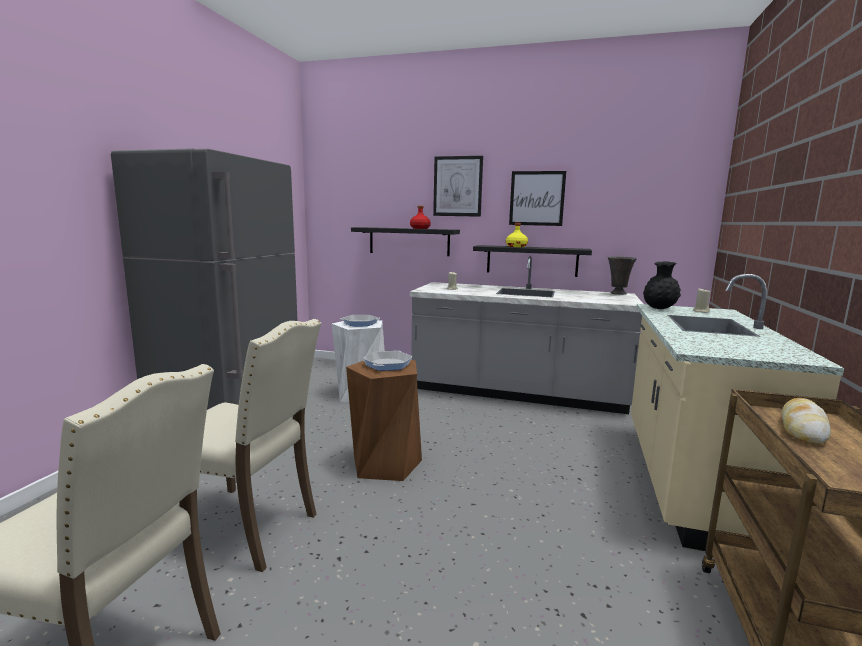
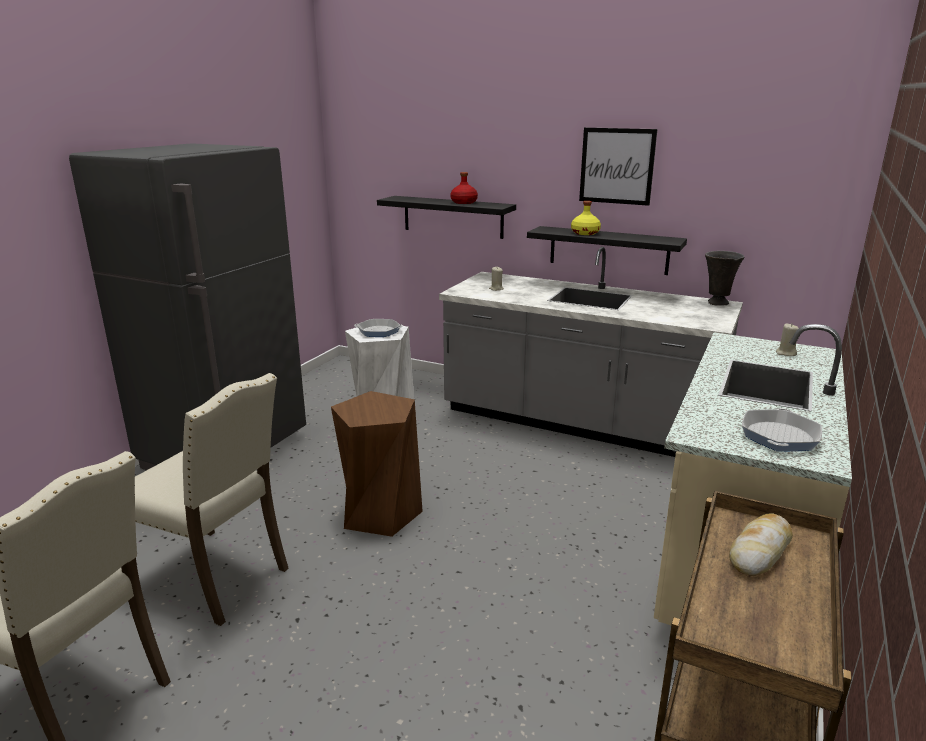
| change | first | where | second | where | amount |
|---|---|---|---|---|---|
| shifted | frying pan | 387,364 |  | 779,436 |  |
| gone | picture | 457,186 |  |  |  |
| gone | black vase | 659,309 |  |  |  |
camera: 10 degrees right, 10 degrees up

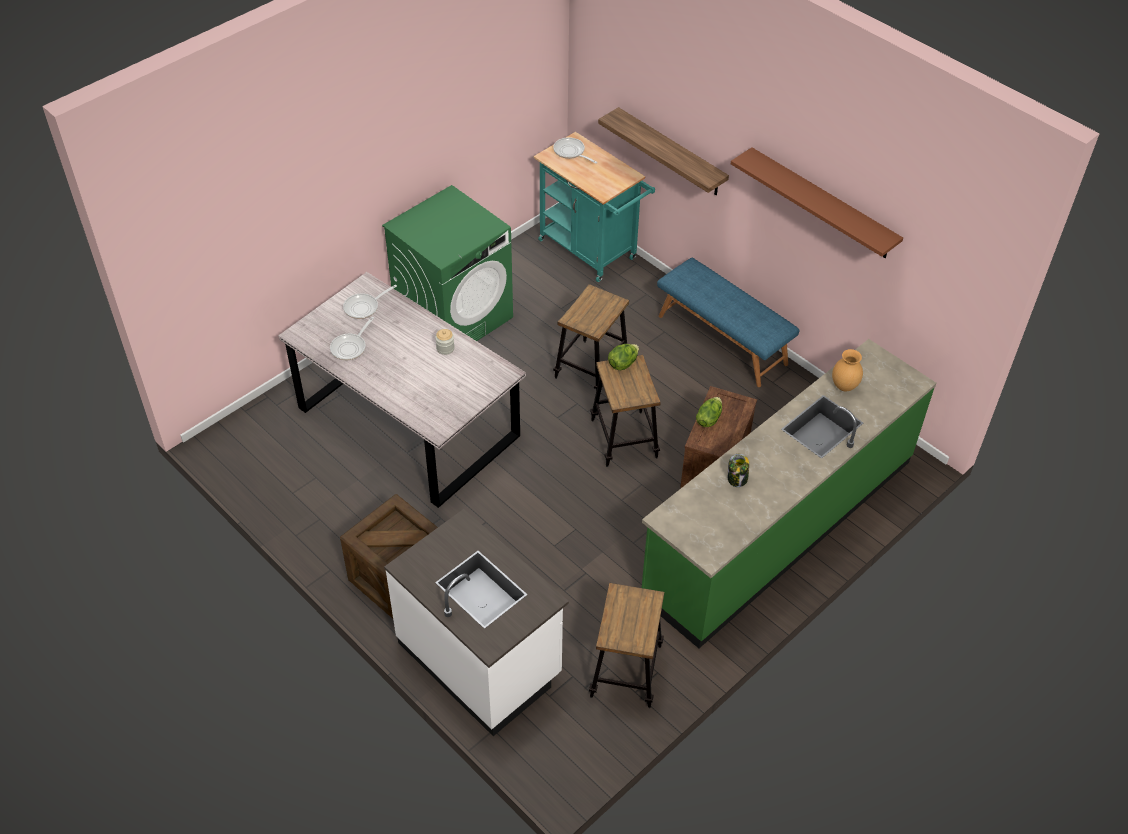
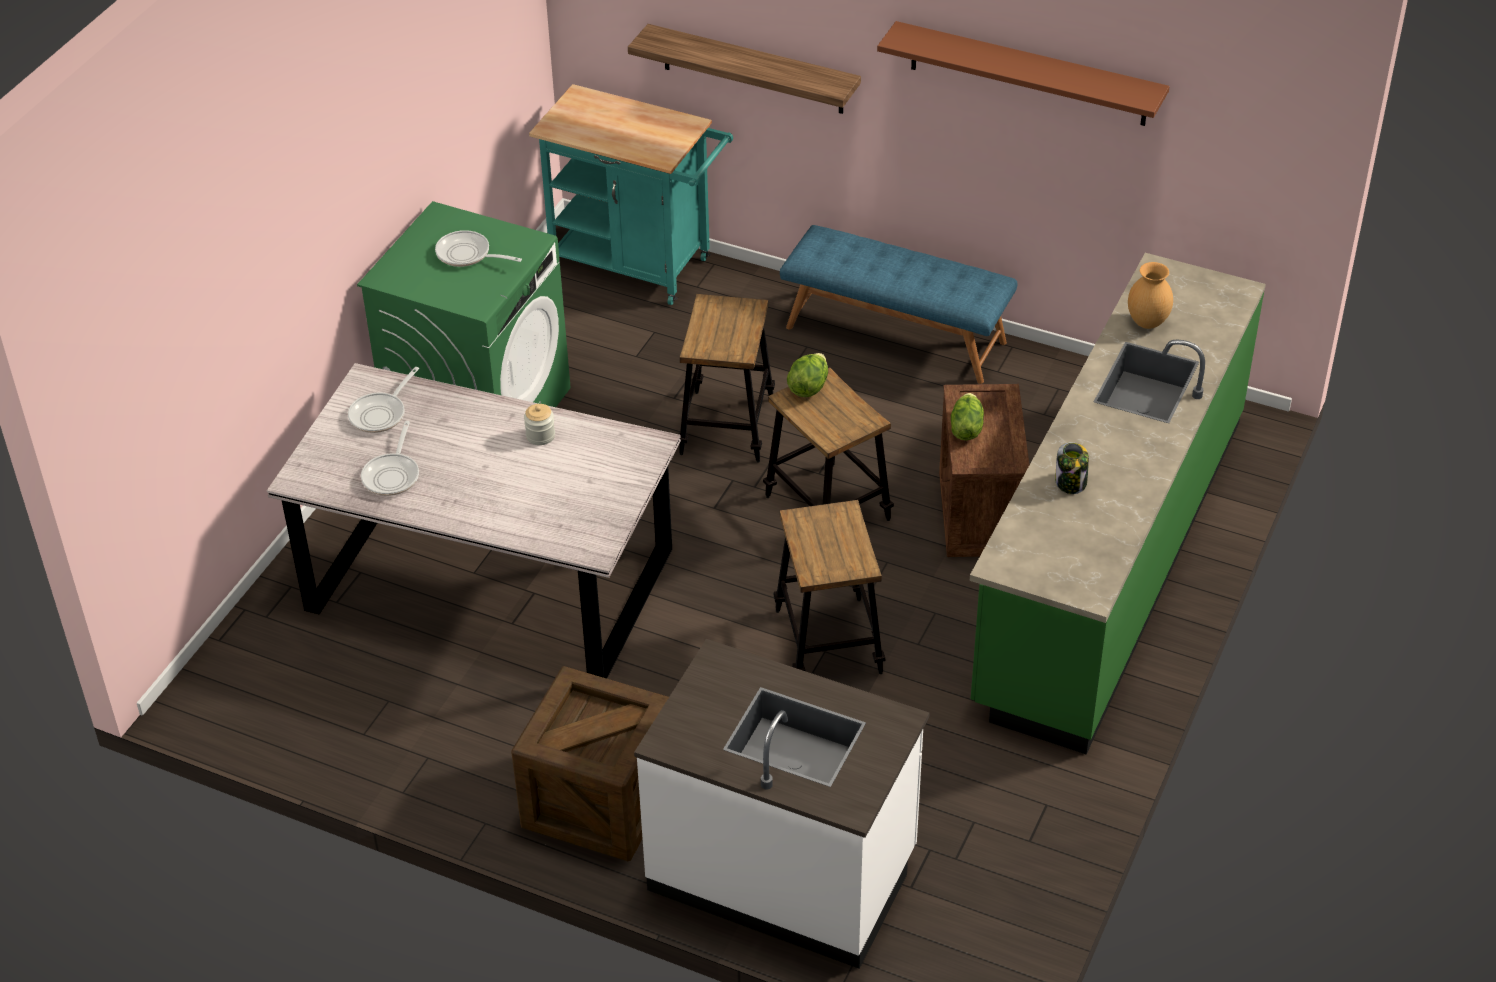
| change | first | where | second | where | amount |
|---|---|---|---|---|---|
| shifted | frying pan | 571,152 |  | 467,255 |  |
| shifted | stool | 626,671 |  | 828,641 |  |
camera: 20 degrees left, 5 degrees down

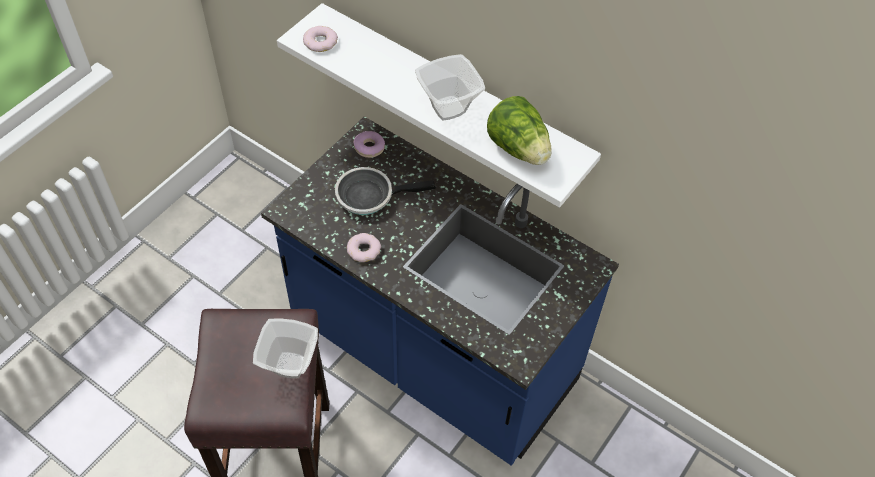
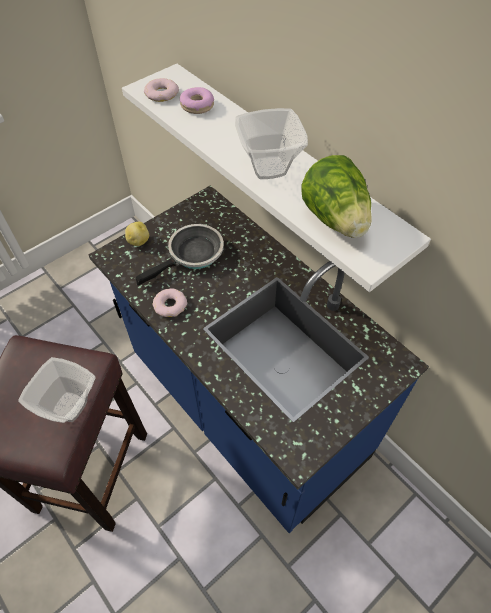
| change | first | where | second | where | amount |
|---|---|---|---|---|---|
| rotated | frying pan | 369,196 |  | 192,255 | 135 degrees clockwise |
| shifted | donut | 369,147 |  | 197,106 |  |
| new |  |  | potato | 138,241 |  |
camera: 15 degrees right, 0 degrees up

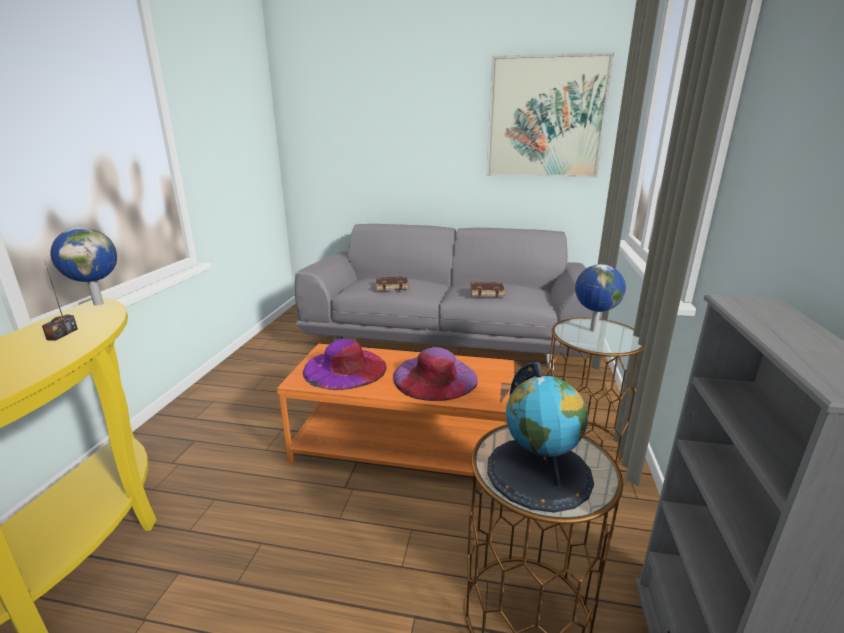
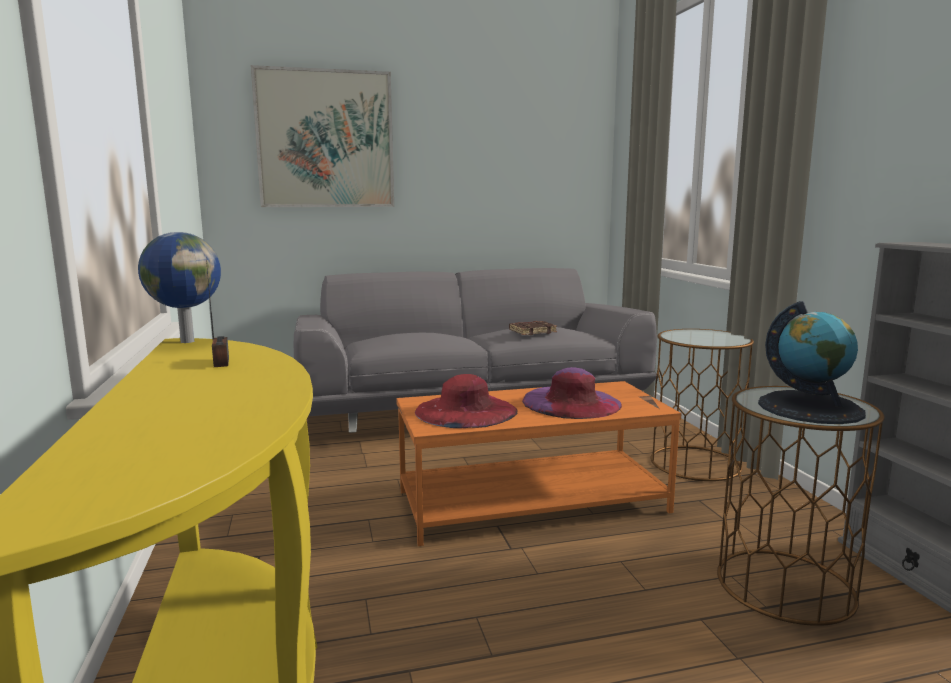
| change | first | where | second | where | amount |
|---|---|---|---|---|---|
| repainted | purple hat | 345,368 | red hat | 466,411 |  |
| gone | brown book | 392,286 |  |  |  |
| shifted | picture | 545,118 |  | 325,139 |  |
| gone | globe | 592,330 |  |  |  |
camera: 25 degrees left, 10 degrees down

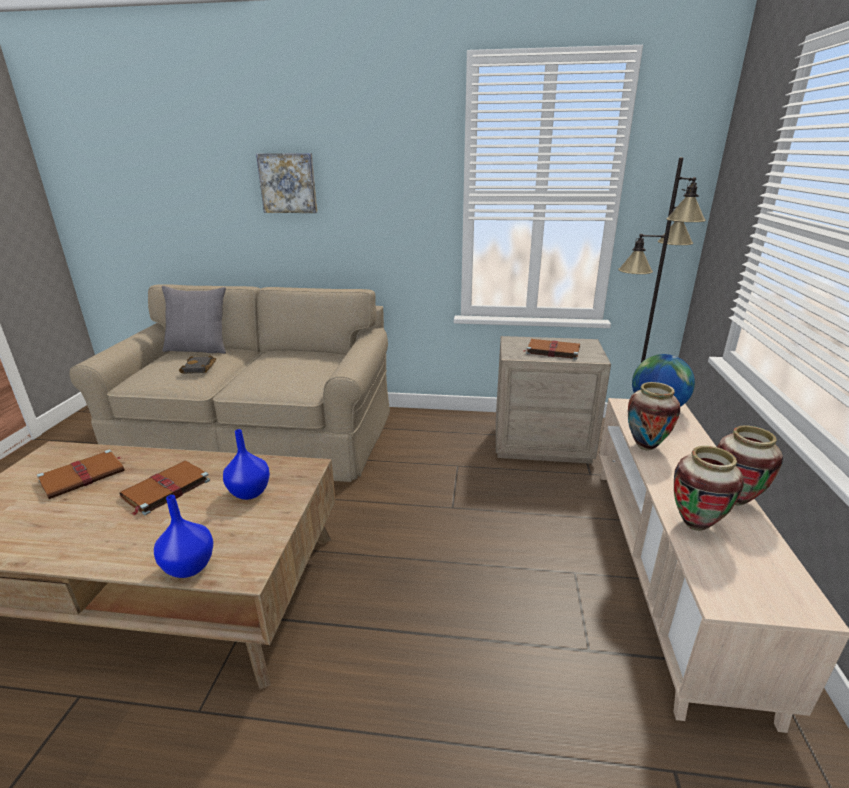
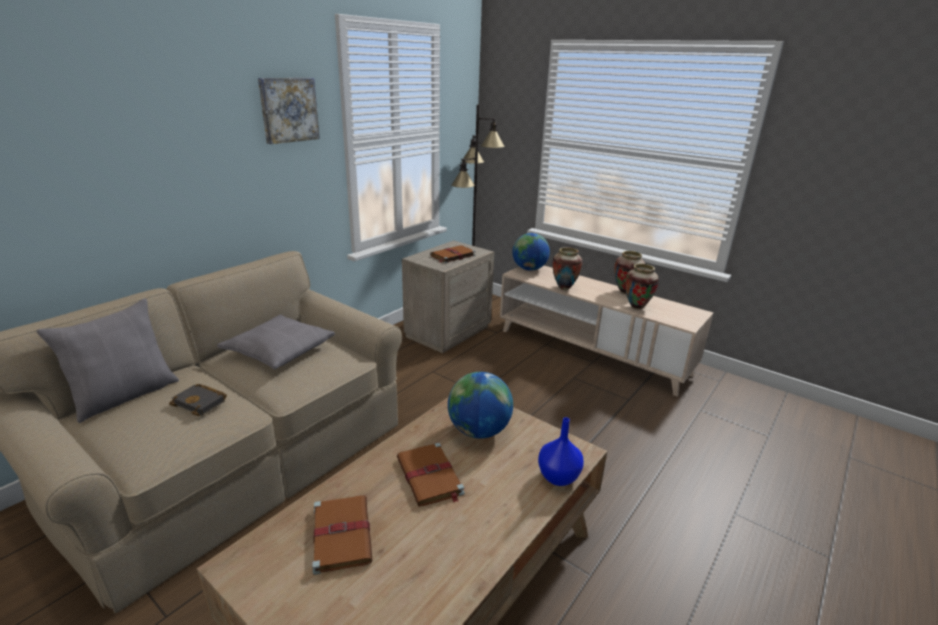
| change | first | where | second | where | amount |
|---|---|---|---|---|---|
| swapped | blue vase | 250,492 | globe | 479,431 |  |
| shifted | picture | 288,183 |  | 288,110 |  |
| new |  |  | grey pillow | 279,350 |  |
camera: 60 degrees left, 0 degrees up

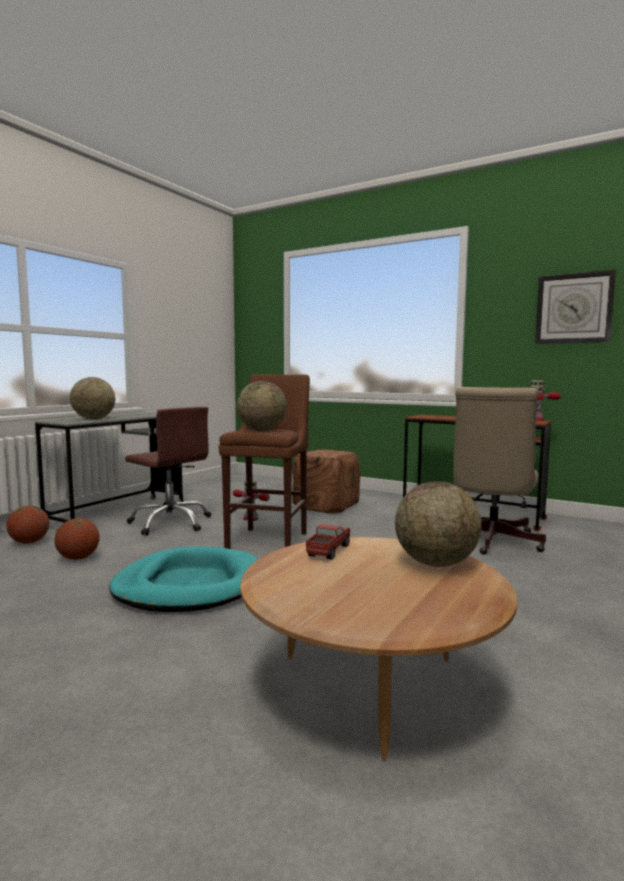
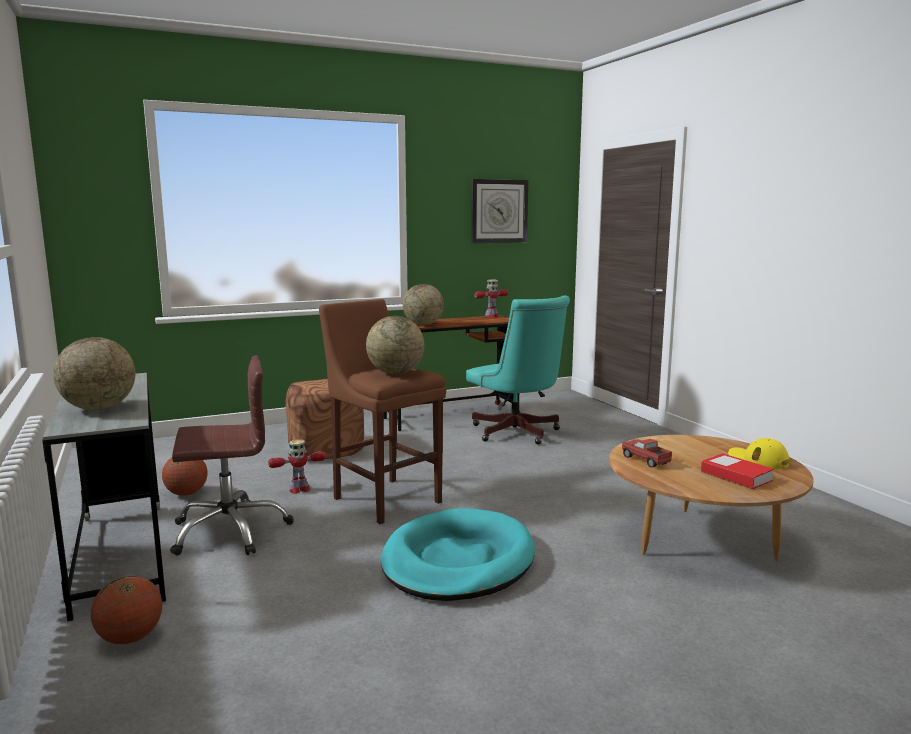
| change | first | where | second | where | amount |
|---|---|---|---|---|---|
| shifted | basketball | 78,558 |  | 186,494 |  |
| shifted | globe | 436,563 |  | 423,324 |  |
| repainted | beige office chair | 490,541 | turquoise office chair | 517,433 |  |
| new |  |  | book | 736,476 |  |
| new |  |  | yellow cap | 758,460 |  |
camera: 55 degrees left, 5 degrees up

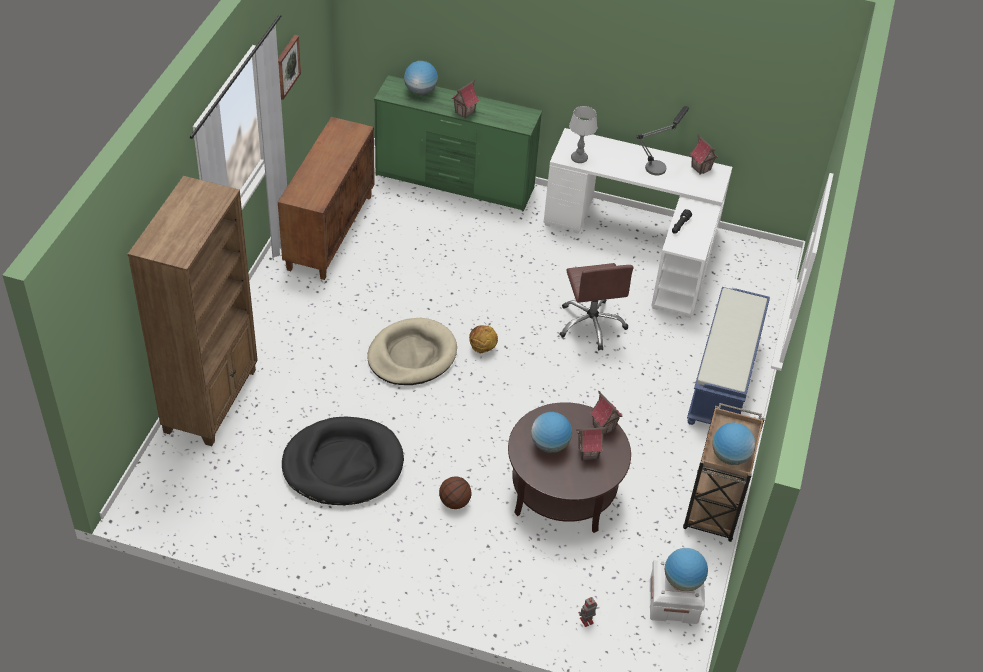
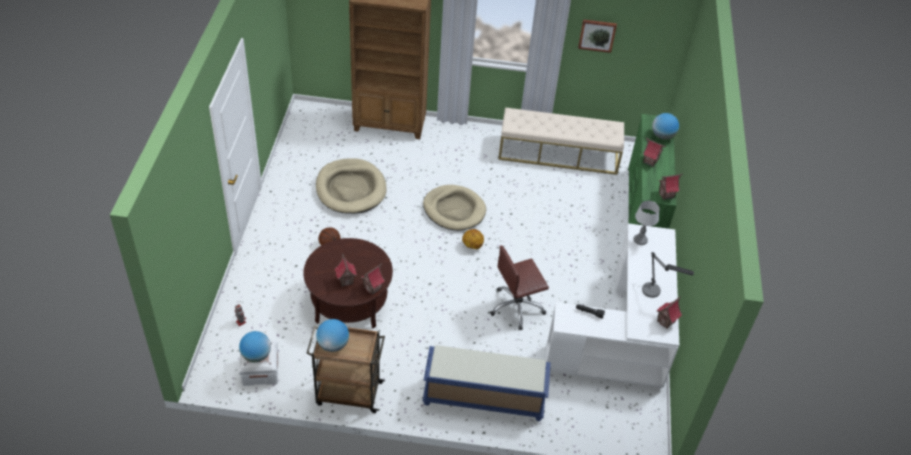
| change | first | where | second | where | amount |
|---|---|---|---|---|---|
| swapped | brown cabinet | 329,231 | beige bench | 558,154 |  |
| repainted | black dog bed | 343,465 | beige dog bed | 351,189 |  |
| gone | globe | 549,445 |  |  |  |
| new |  |  | toy house | 666,195 |  |
camera: 80 degrees right, 0 degrees up

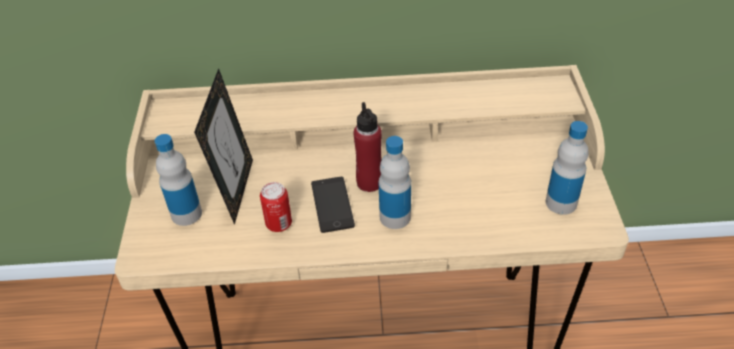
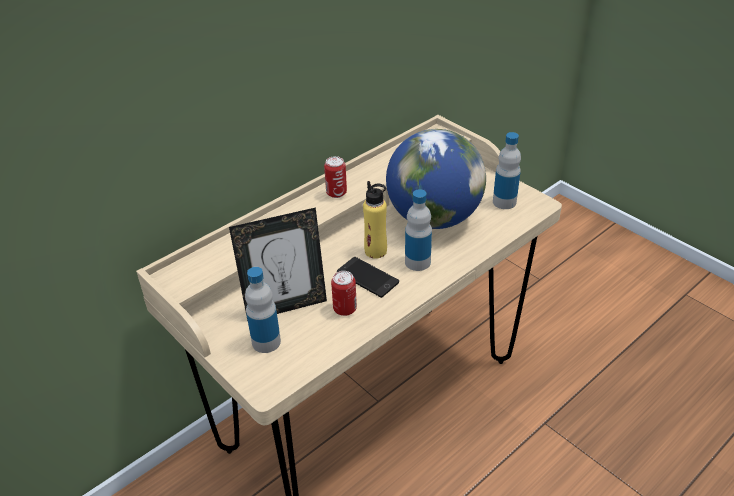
| change | first | where | second | where | amount |
|---|---|---|---|---|---|
| rotated | picture frame | 236,190 |  | 286,306 | 105 degrees clockwise |
| repainted | red bottle | 369,182 | yellow bottle | 375,251 |  |
| new |  |  | can | 336,193 |  |
| new |  |  | globe | 434,218 |  |
camera: 40 degrees left, 5 degrees down

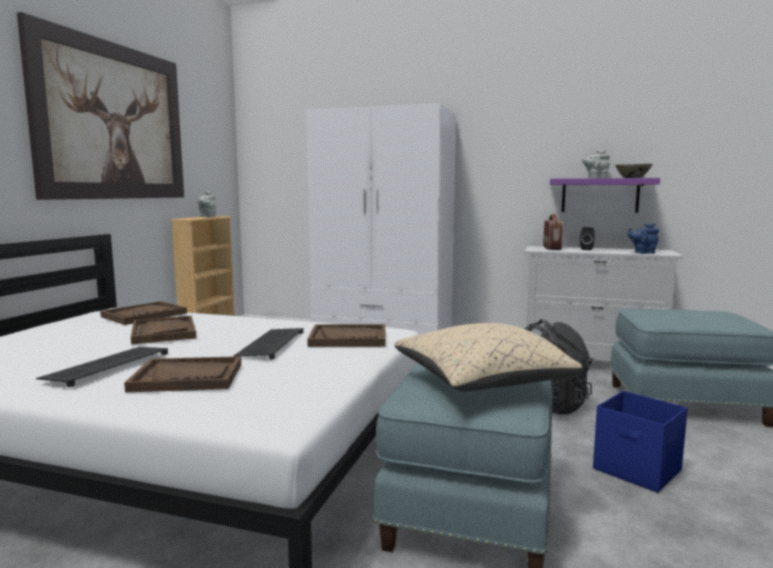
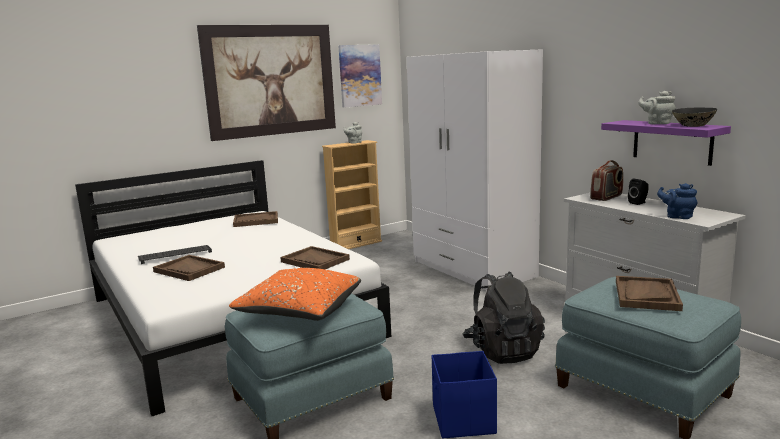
| change | first | where | second | where | amount |
|---|---|---|---|---|---|
| shifted | brown tray | 163,332 |  | 646,295 |  |
| gone | keyboard | 271,344 |  |  |  |
| repainted | beige pillow | 481,383 | orange pillow | 300,311 |  |
| new |  |  | picture | 360,75 |  |
camera: 40 degrees right, 5 degrees up

